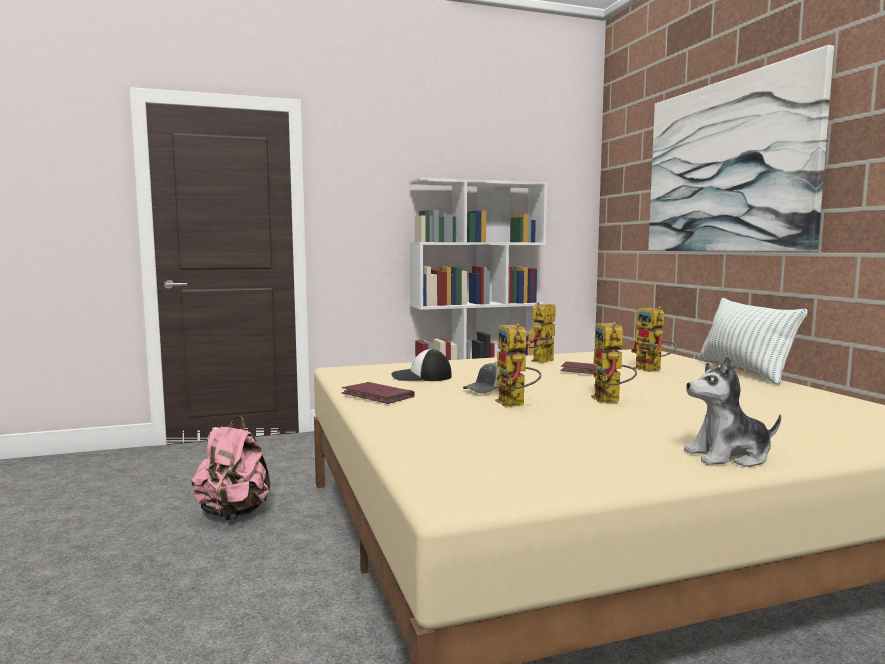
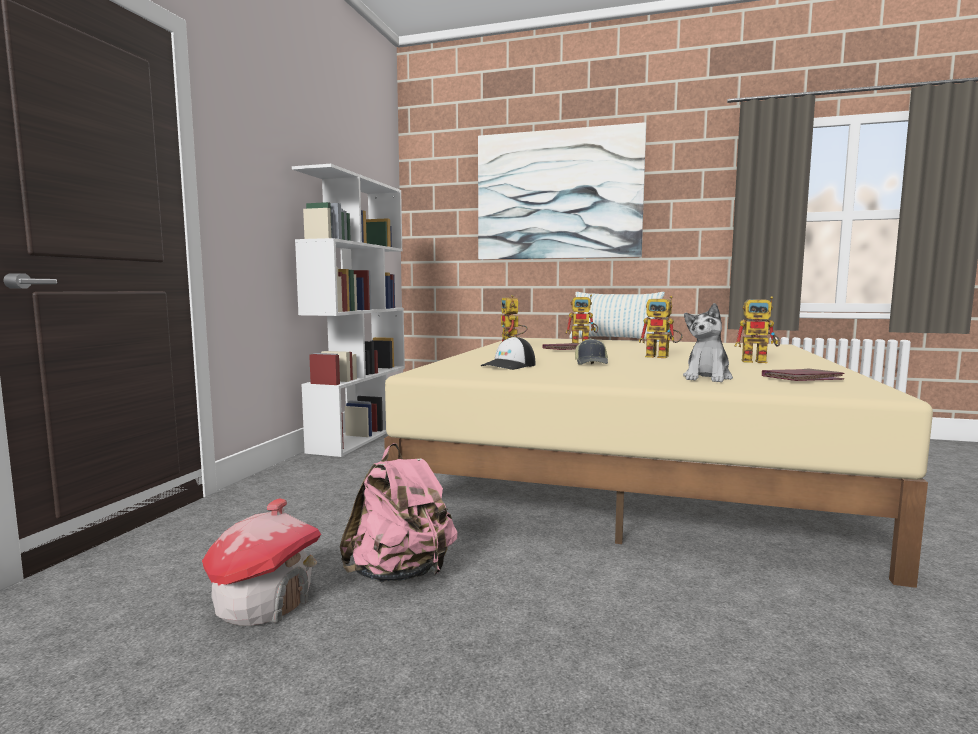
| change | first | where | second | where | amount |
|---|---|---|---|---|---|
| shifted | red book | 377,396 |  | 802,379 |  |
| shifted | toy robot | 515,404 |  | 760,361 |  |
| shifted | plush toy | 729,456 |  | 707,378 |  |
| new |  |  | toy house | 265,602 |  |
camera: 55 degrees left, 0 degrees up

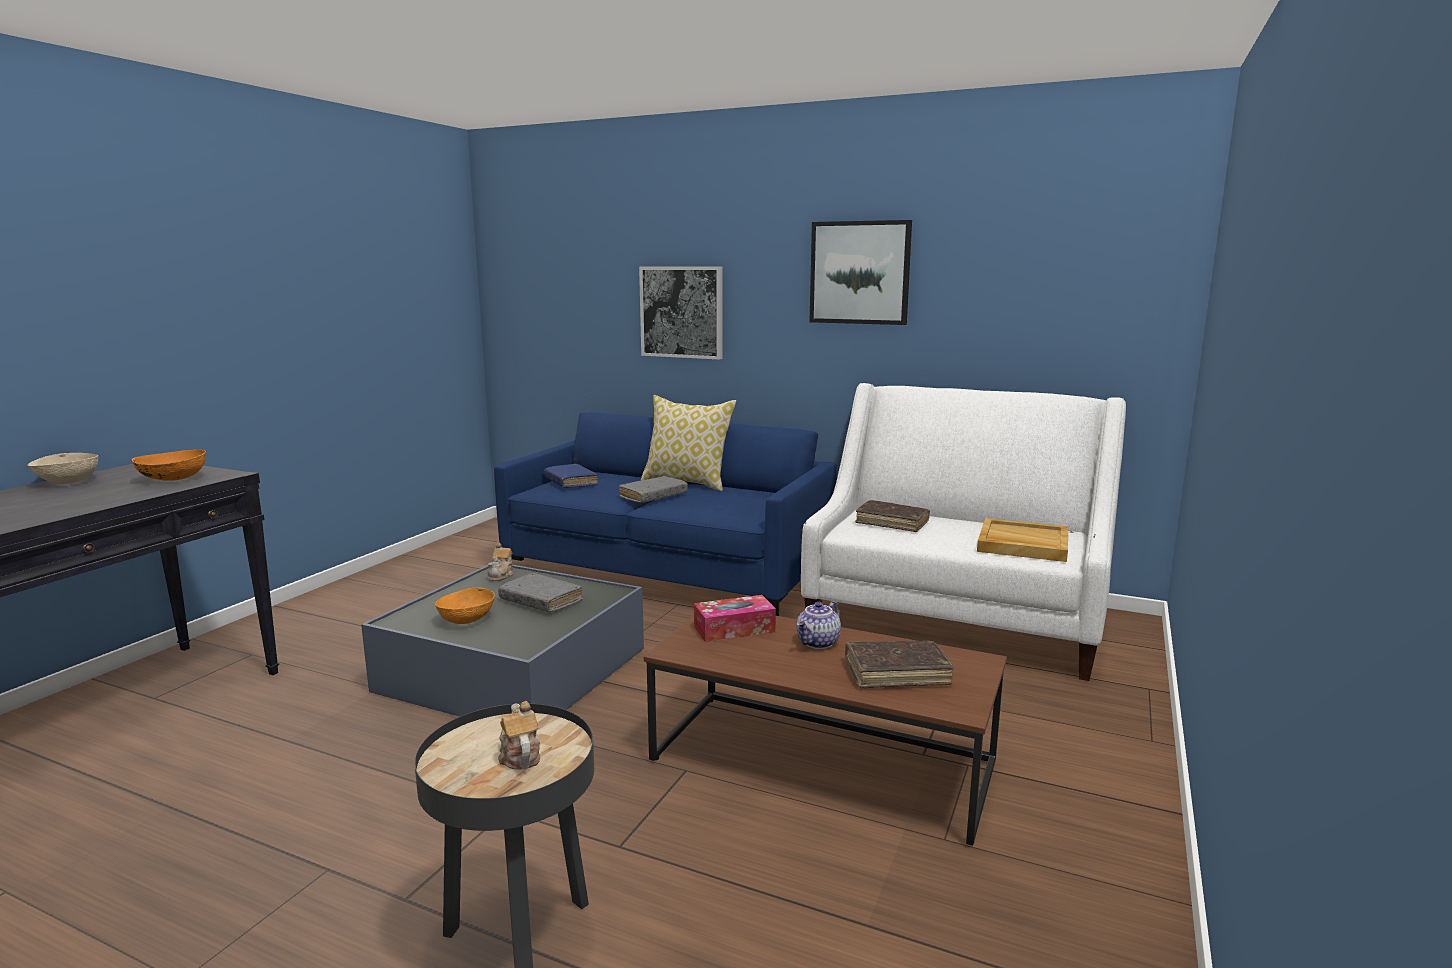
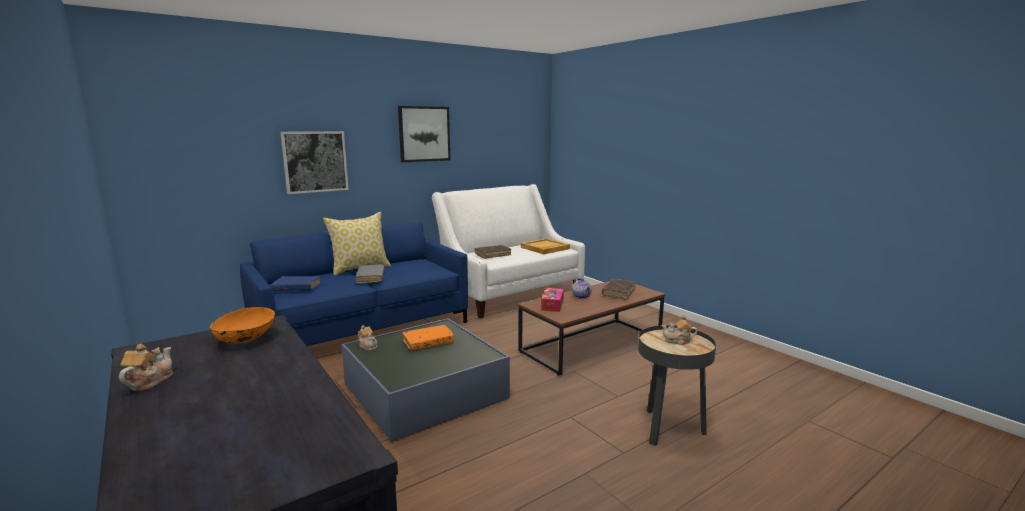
| change | first | where | second | where | amount |
|---|---|---|---|---|---|
| swapped | beige bowl | 67,482 | teapot | 149,381 |  |
| gone | orange bowl | 466,620 |  |  |  |
| repainted | grey book | 541,601 | orange book | 428,342 |  |
camera: 60 degrees left, 0 degrees up

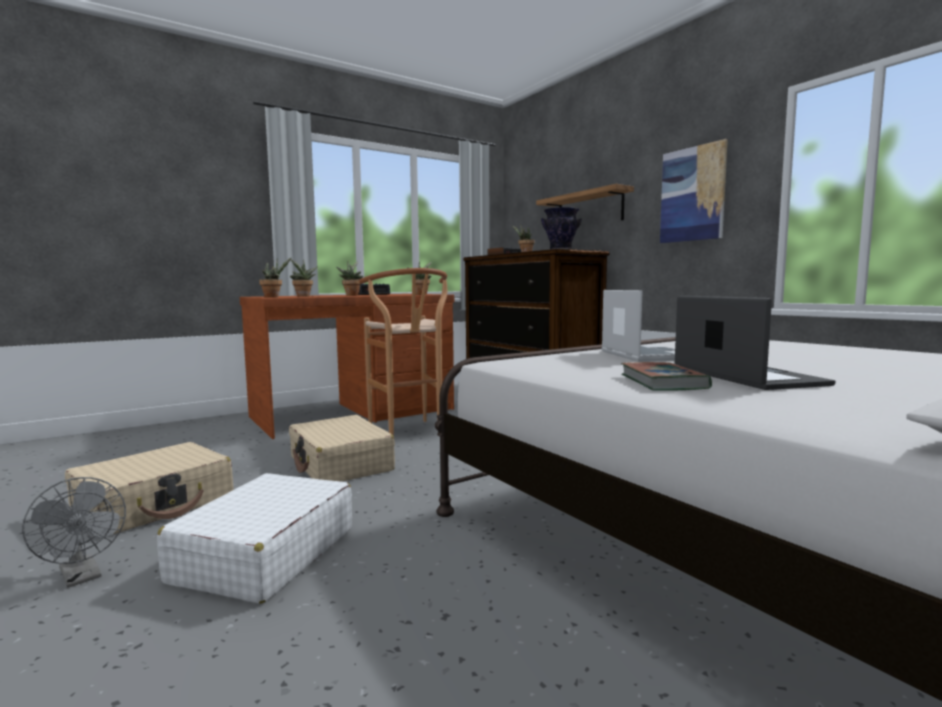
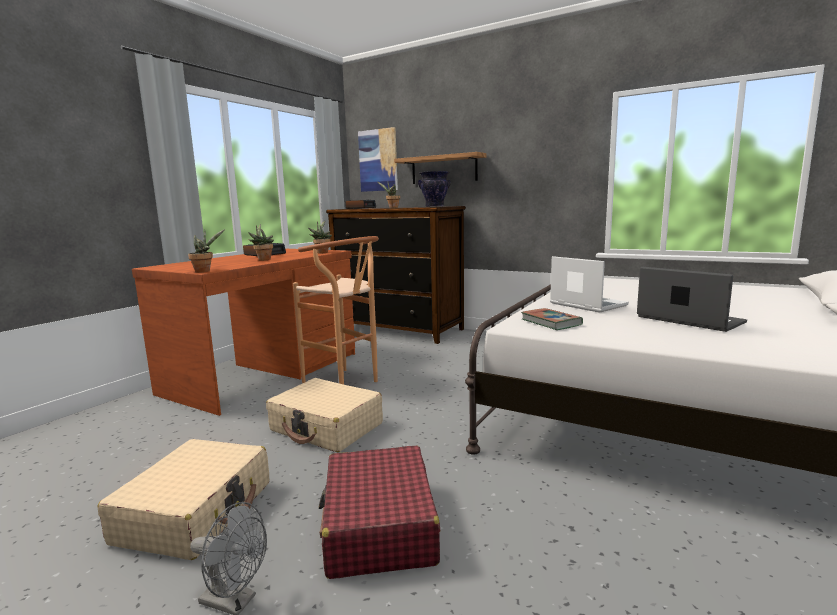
| change | first | where | second | where | amount |
|---|---|---|---|---|---|
| repainted | white suitcase | 265,554 | red suitcase | 379,526 |  |
| gone | potted plant | 303,296 |  |  |  |
| shifted | book | 663,382 |  | 551,322 |  |
| shifted | picture | 692,194 |  | 378,160 |  |
camera: 25 degrees left, 5 degrees up

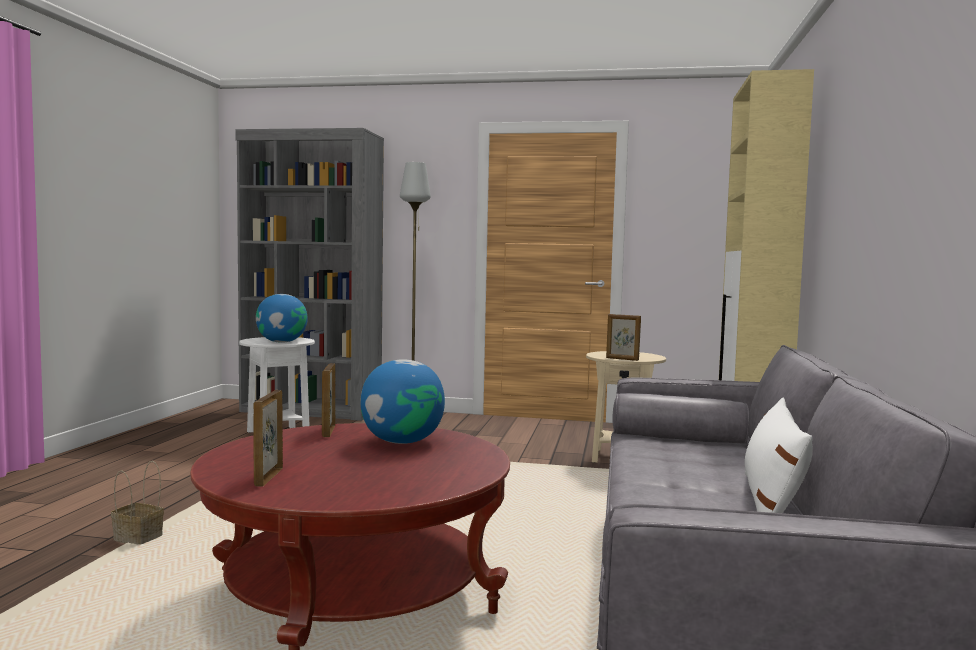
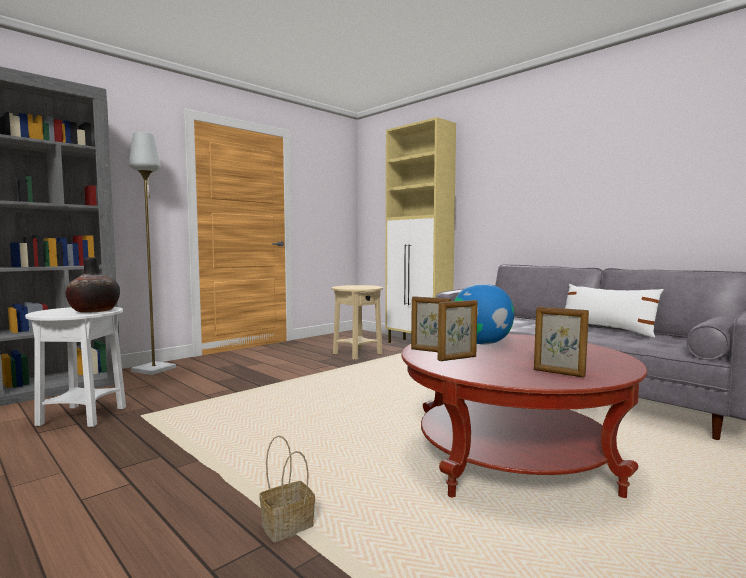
| change | first | where | second | where | amount |
|---|---|---|---|---|---|
| swapped | globe | 282,342 | vase | 94,311 |  |
| shifted | picture frame | 622,359 |  | 457,358 |  |
camera: 55 degrees left, 0 degrees up

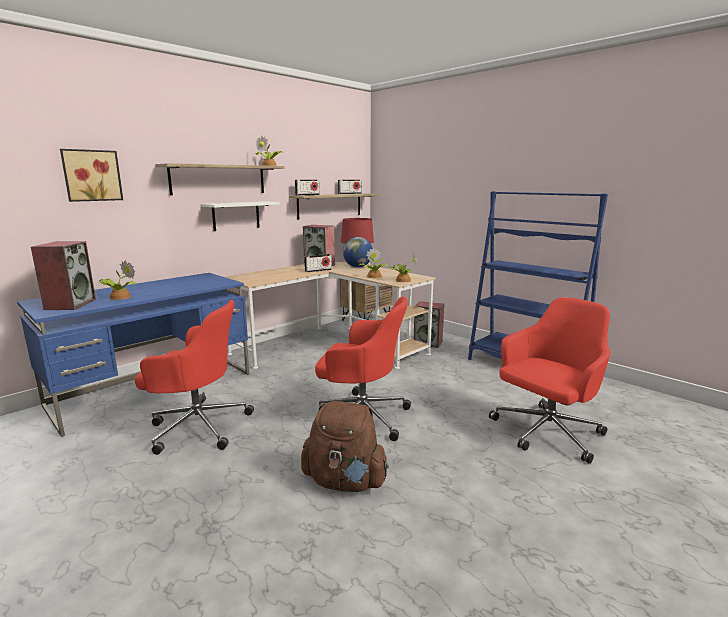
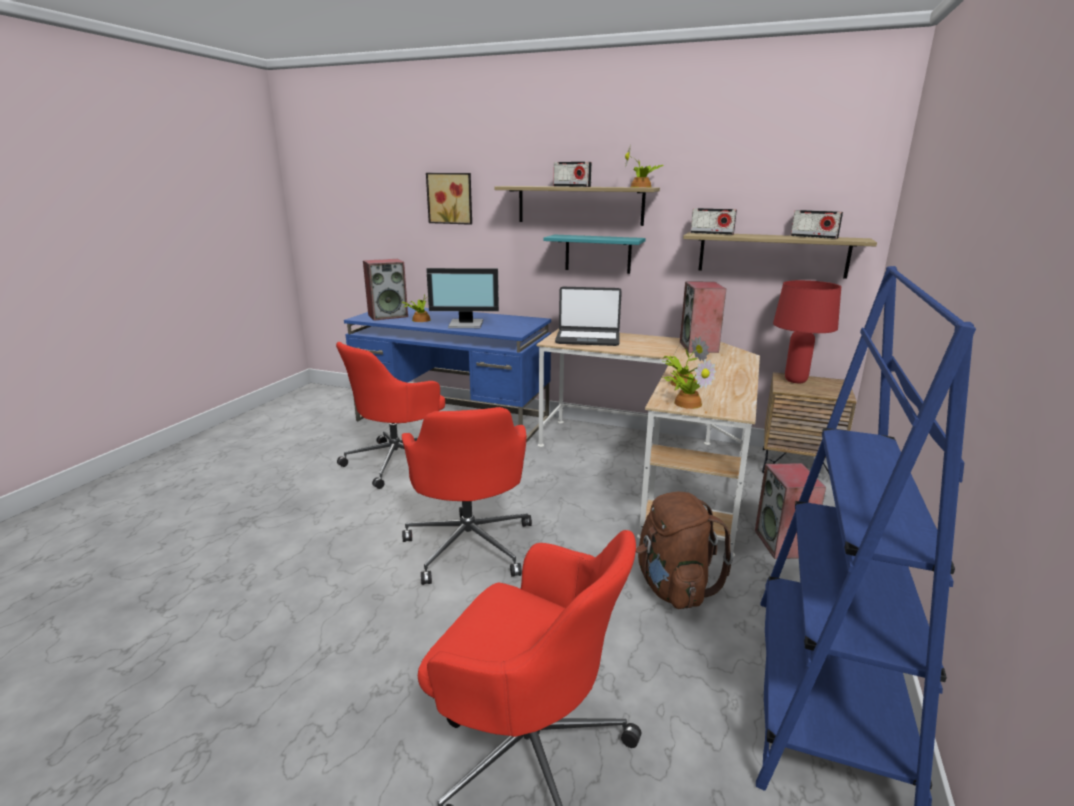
| change | first | where | second | where | amount |
|---|---|---|---|---|---|
| rotated | red office chair | 197,426 |  | 398,462 | 60 degrees clockwise |
| repainted | white shelf | 236,216 | turquoise shelf | 598,254 |  |
| shifted | brown backpack | 345,481 |  | 673,587 |  |
| shifted | radio | 318,270 |  | 572,186 |  |
| gone | globe | 358,267 |  |  |  |
| new |  |  | monitor | 466,325 |  |
| new |  |  | laptop | 587,339 |  |
camera: 65 degrees right, 5 degrees up

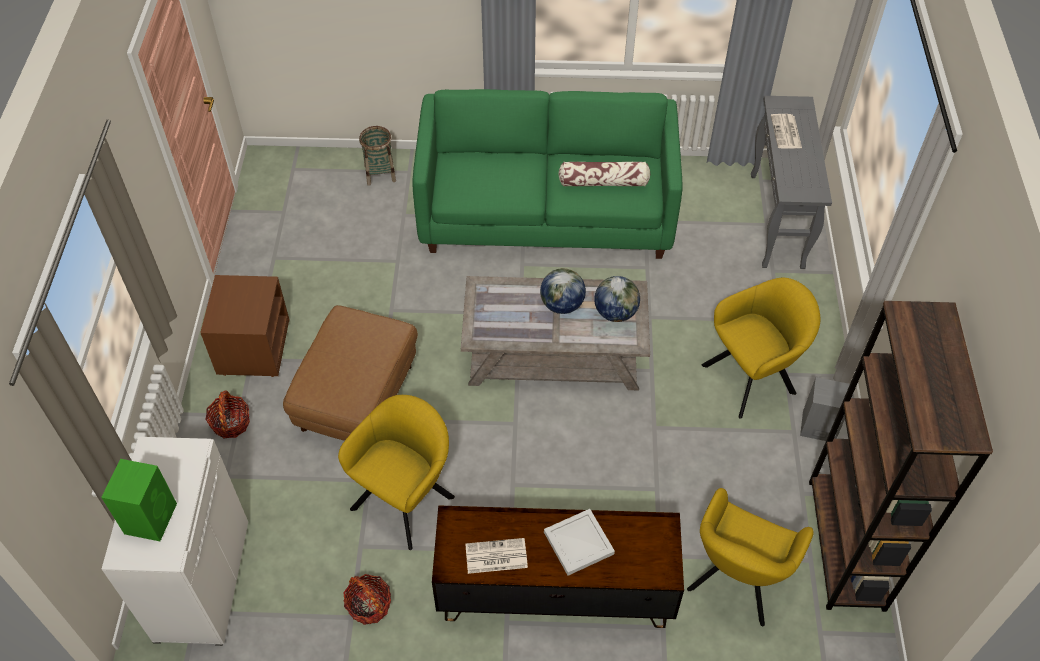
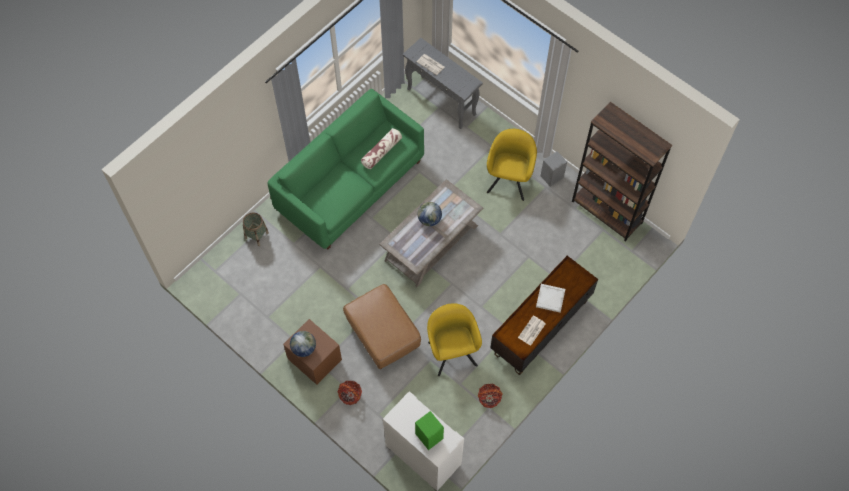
| change | first | where | second | where | amount |
|---|---|---|---|---|---|
| shifted | globe | 615,313 |  | 304,348 |  |
| gone | yellow armchair | 735,582 |  |  |  |
camera: 50 degrees left, 10 degrees up

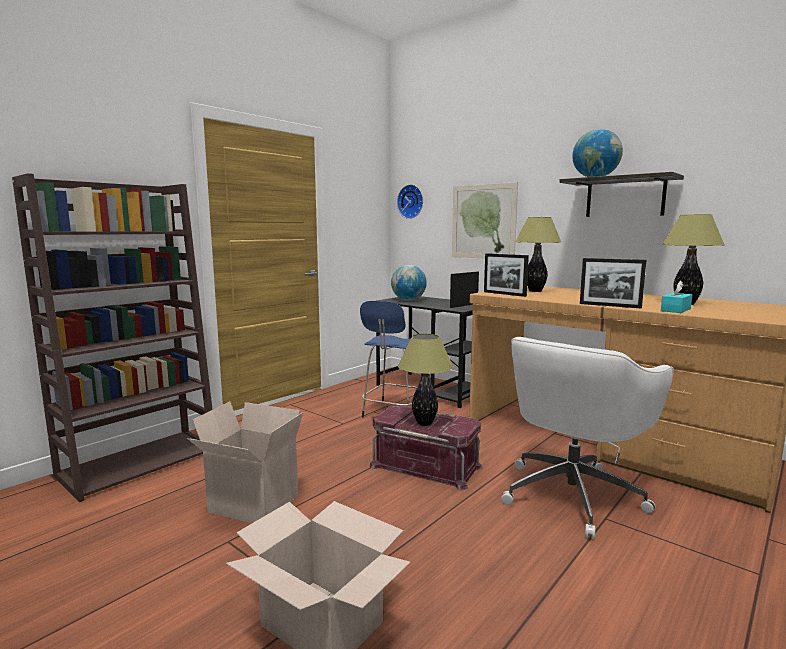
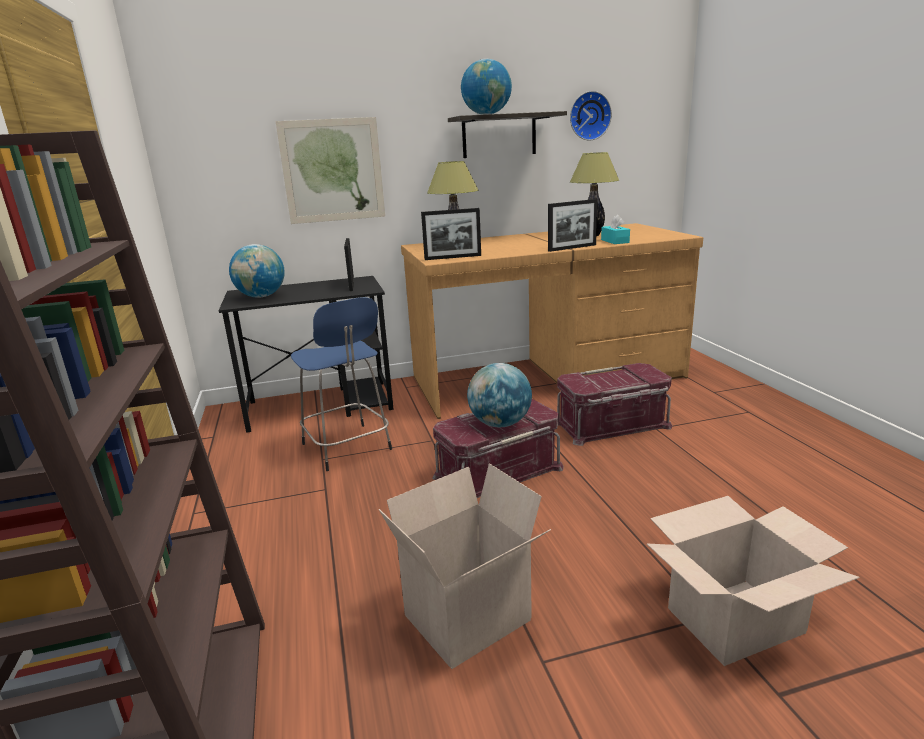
| change | first | where | second | where | amount |
|---|---|---|---|---|---|
| shifted | wall clock | 411,201 |  | 589,116 |  |
| swapped | table lamp | 424,423 | globe | 500,424 |  |
| swapped | white office chair | 573,493 | red storage box | 612,425 |  |
camera: 55 degrees left, 10 degrees up

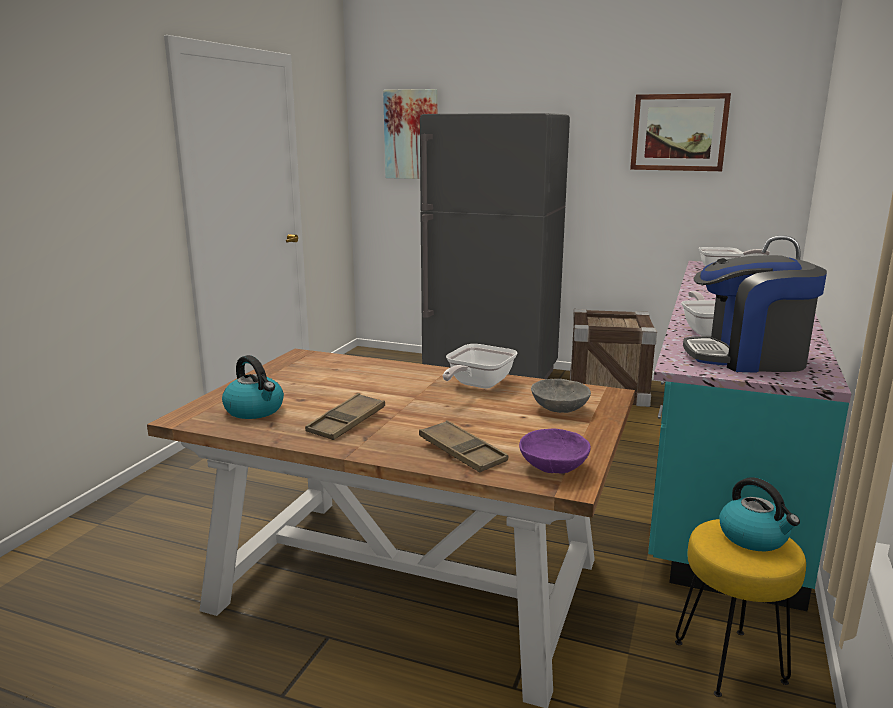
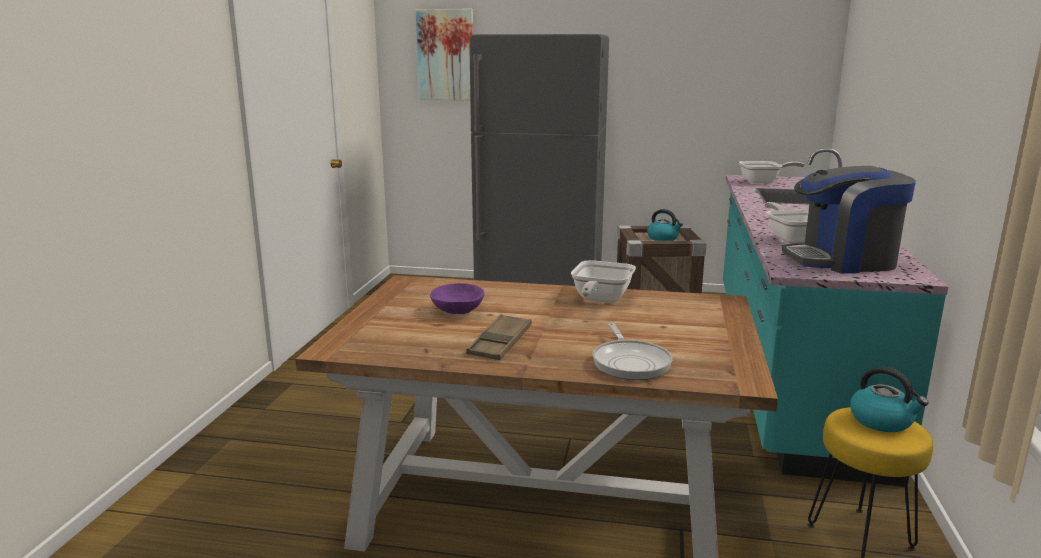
| change | first | where | second | where | amount |
|---|---|---|---|---|---|
| shifted | kettle | 255,410 |  | 663,238 |  |
| swapped | brown tray | 462,452 | frying pan | 630,362 |  |
| shifted | purple bowl | 553,466 |  | 458,310 |  |
| gone | grey bowl | 558,409 |  |  |  |
| gone | picture | 679,132 |  |  |  |
camera: 10 degrees left, 0 degrees up

